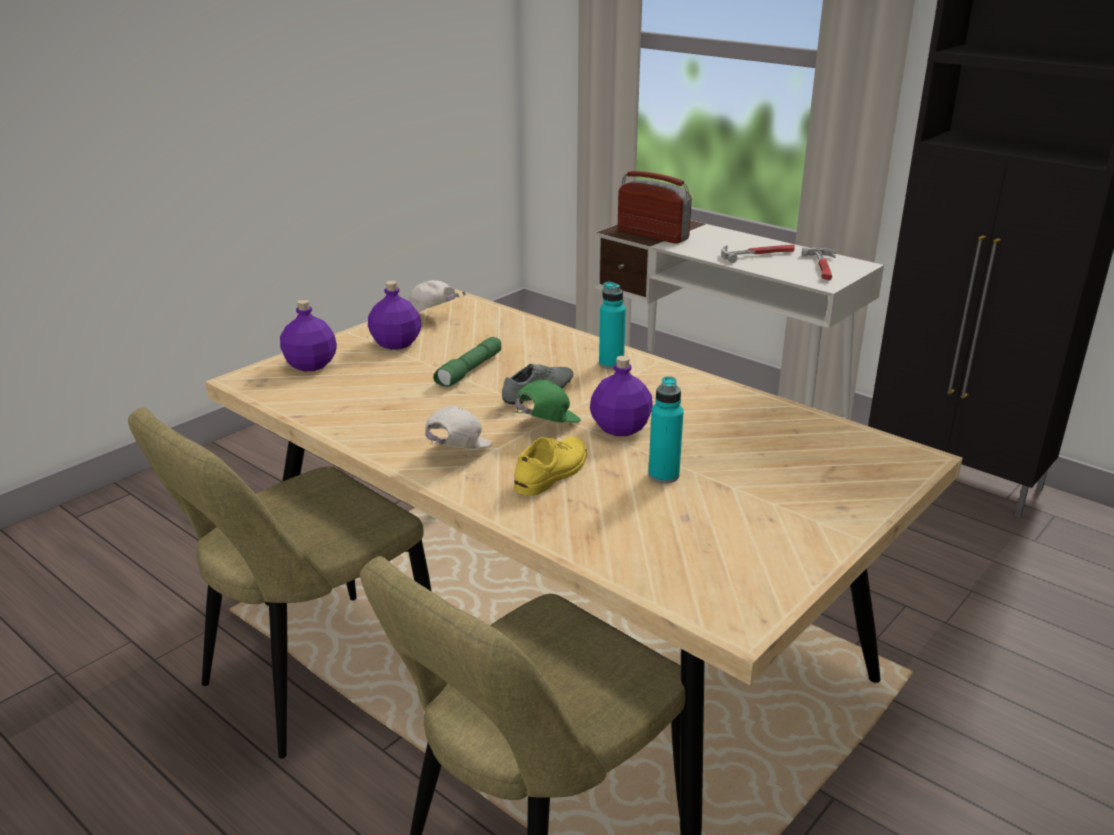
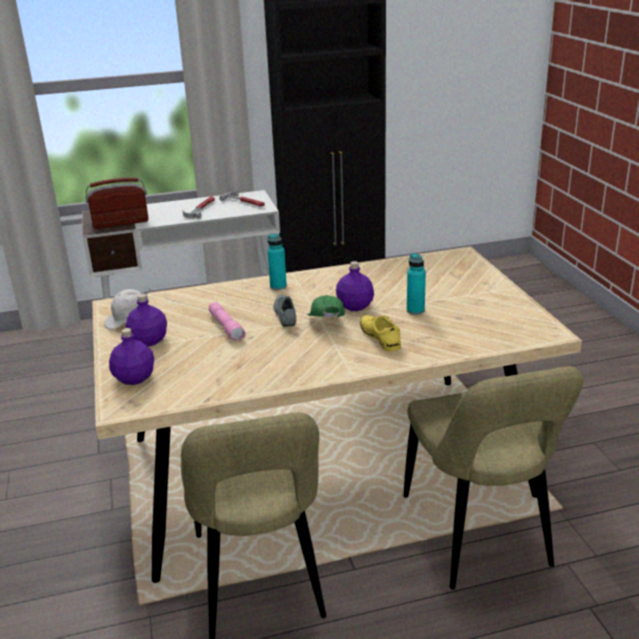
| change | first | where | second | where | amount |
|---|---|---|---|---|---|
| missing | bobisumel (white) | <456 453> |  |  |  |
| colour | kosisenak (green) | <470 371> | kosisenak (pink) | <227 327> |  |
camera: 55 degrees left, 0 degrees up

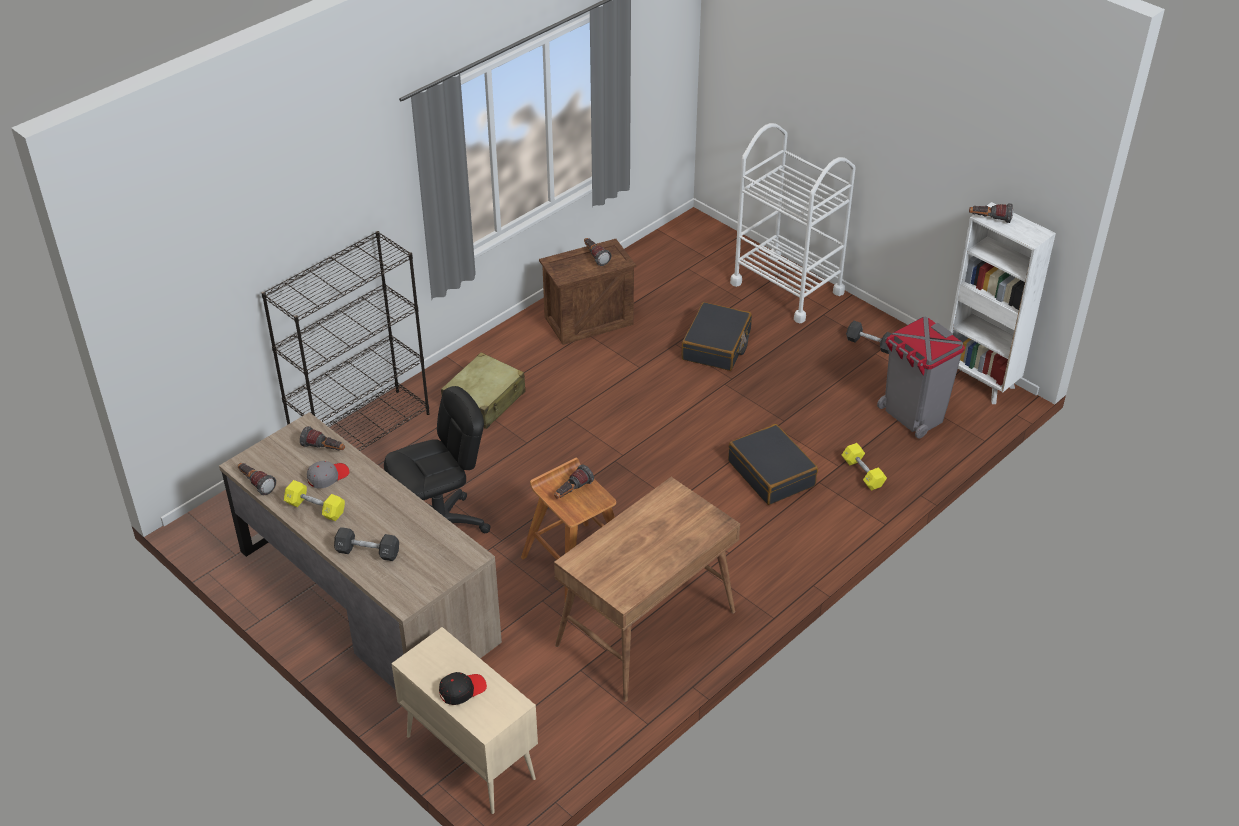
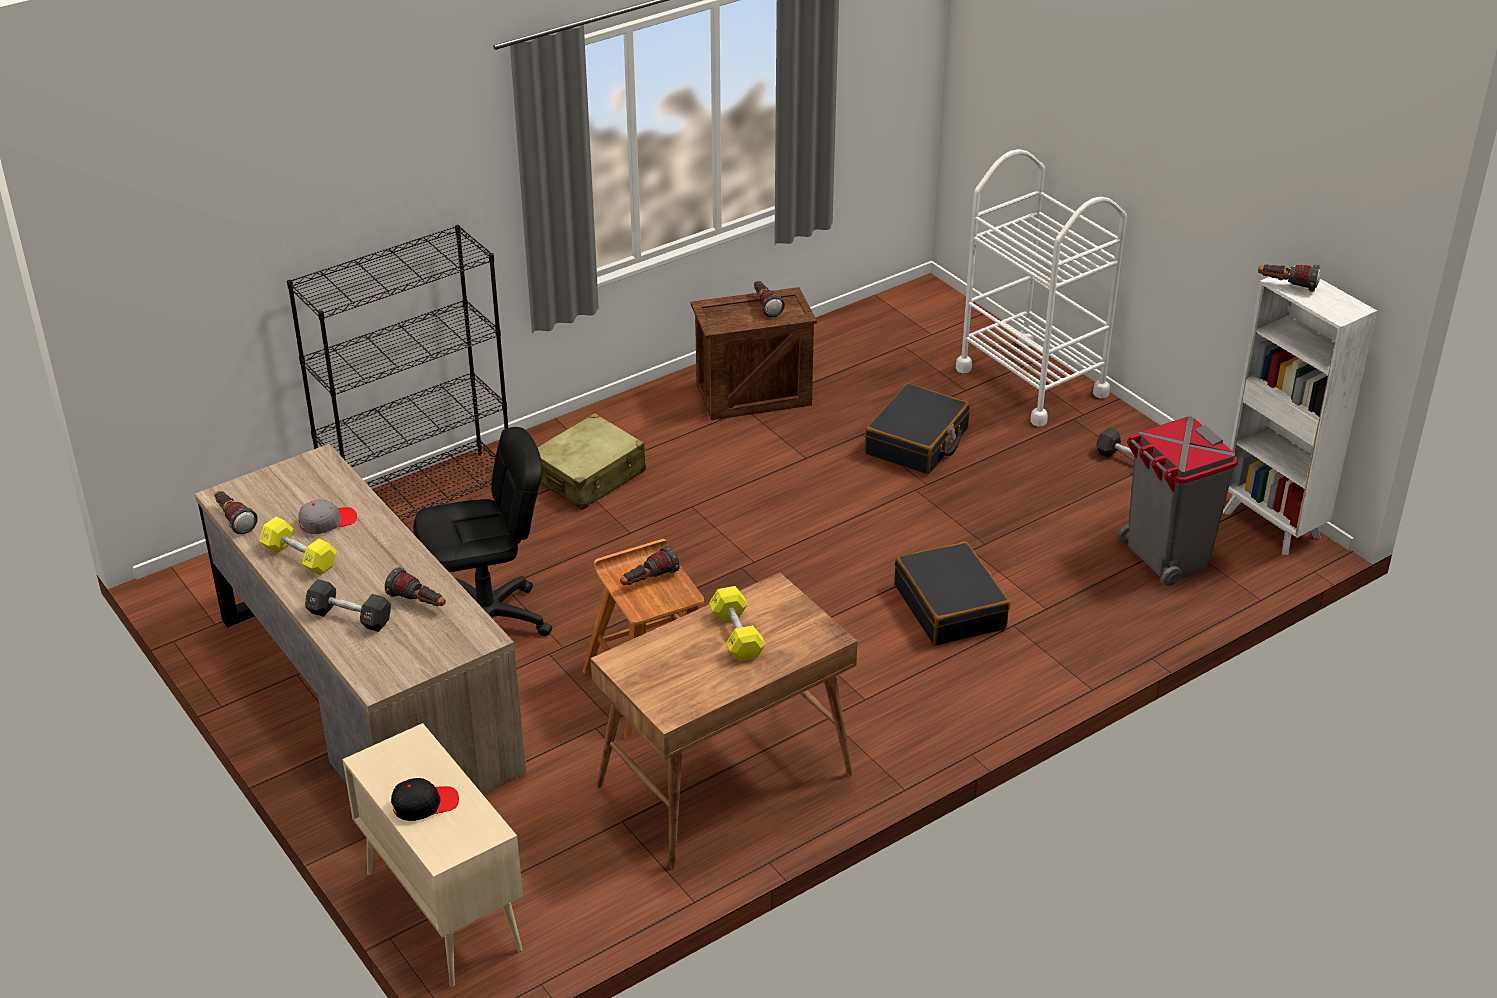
| change | first | where | second | where | amount |
|---|---|---|---|---|---|
| relocated | kosisenak | <324 449> |  | <419 603> |  |
| relocated | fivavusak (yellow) | <863 473> |  | <737 635> |  |
camera: 10 degrees right, 5 degrees down

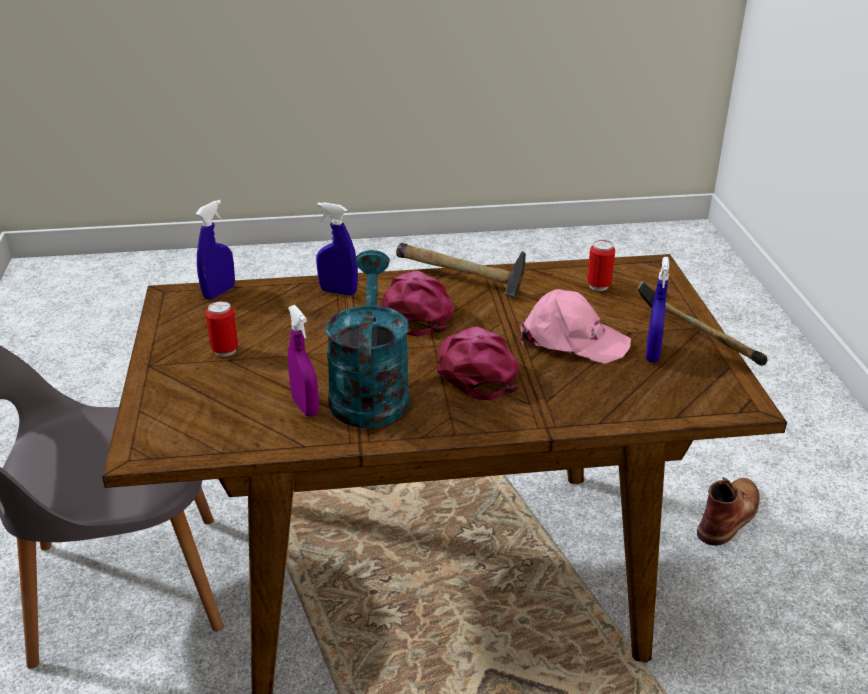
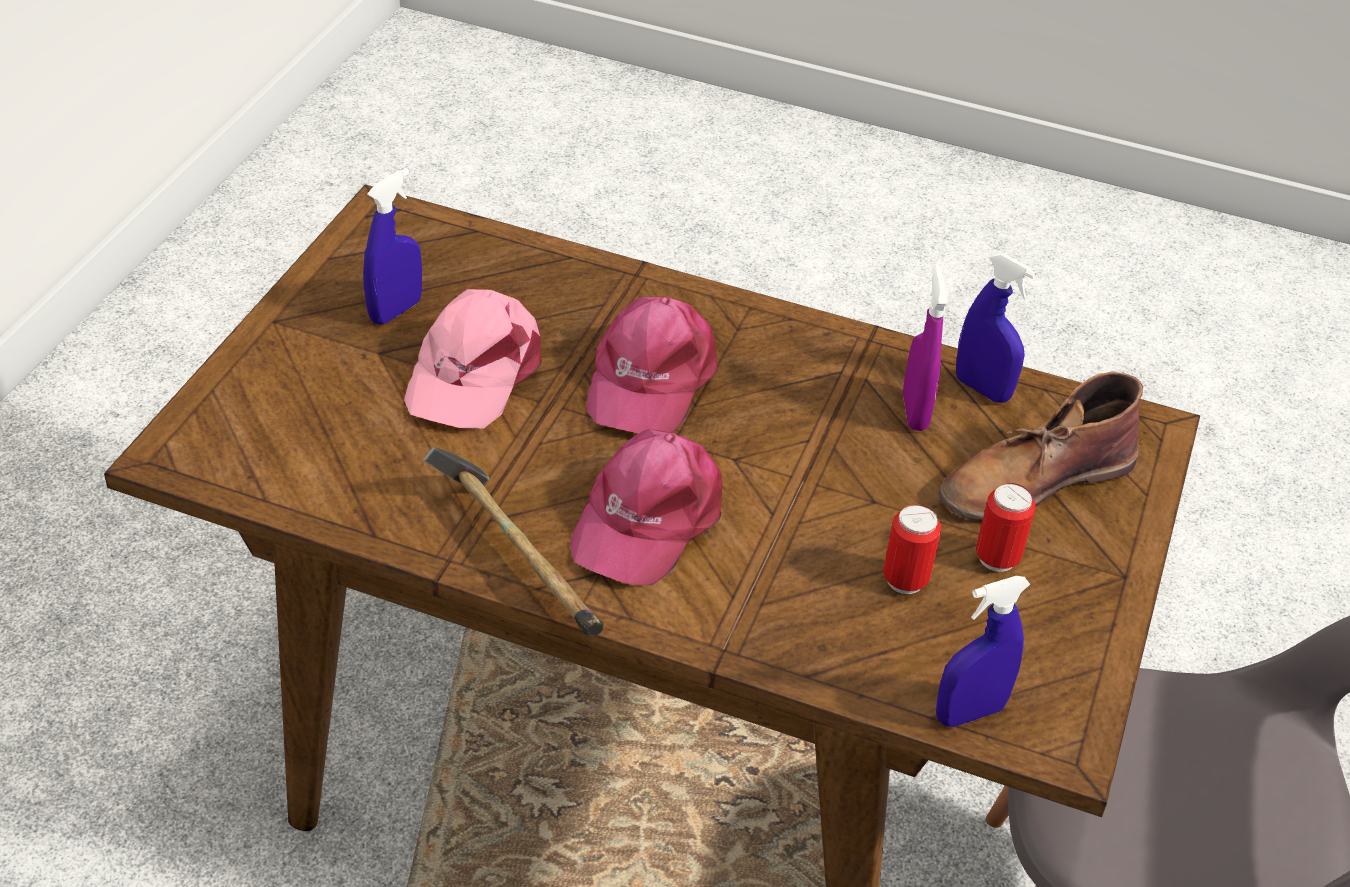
| change | first | where | second | where | amount |
|---|---|---|---|---|---|
| missing | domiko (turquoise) | <369 390> |  |  |  |
| missing | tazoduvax | <695 339> |  |  |  |
| relocated | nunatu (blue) | <338 292> |  | <982 389> |  |
| relocated | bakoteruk | <598 286> |  | <905 580> |  |
| relocated | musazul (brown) | <729 514> |  | <1034 479> |  |
| spun | bobisumel (pink) | <572 340> |  | <474 372> | 120 degrees counterclockwise |
camera: 155 degrees left, 10 degrees up

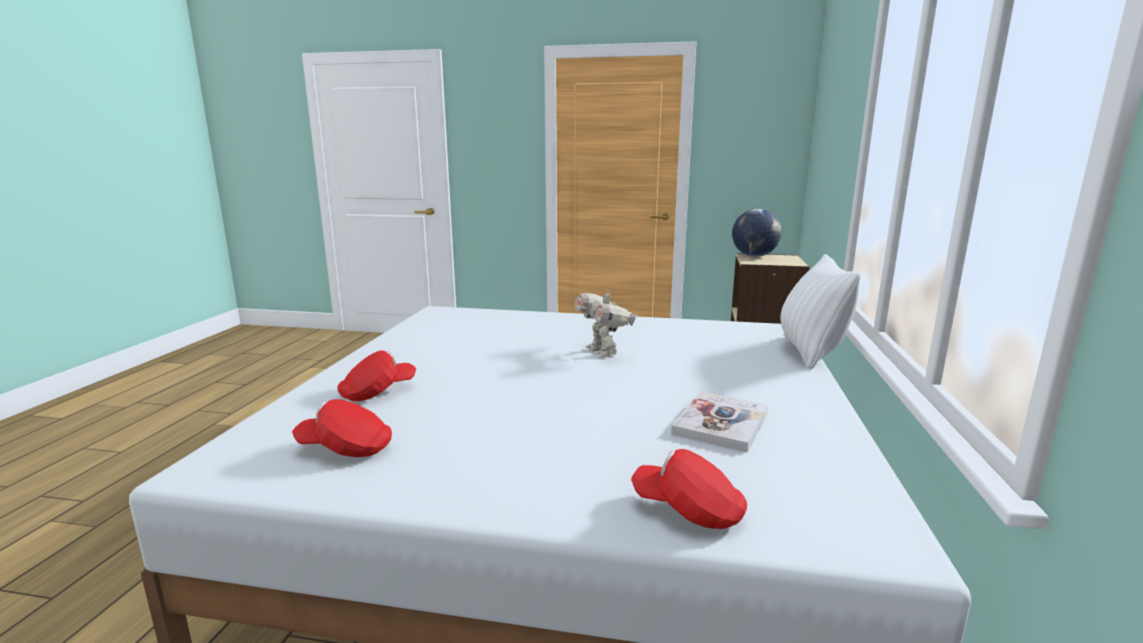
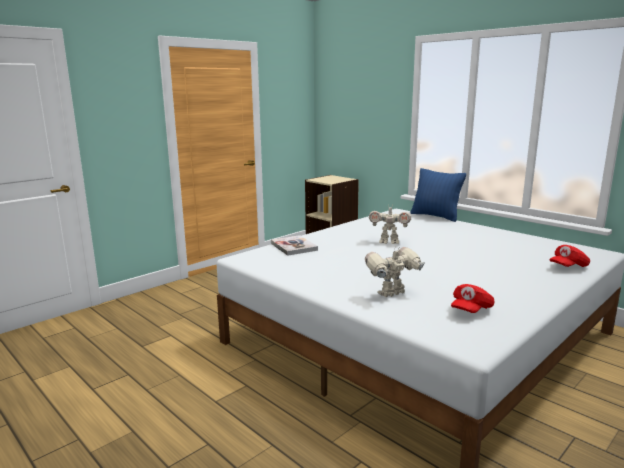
| change | first | where | second | where | amount |
|---|---|---|---|---|---|
| missing | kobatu | <754 256> |  |  |  |
| relocated | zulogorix | <721 423> |  | <293 247> |  |
| exchanged | bobisumel (red) | <377 392> | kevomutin | <392 294> |  |
| colour | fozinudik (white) | <810 352> | fozinudik (blue) | <435 216> |  |
camera: 55 degrees left, 0 degrees up

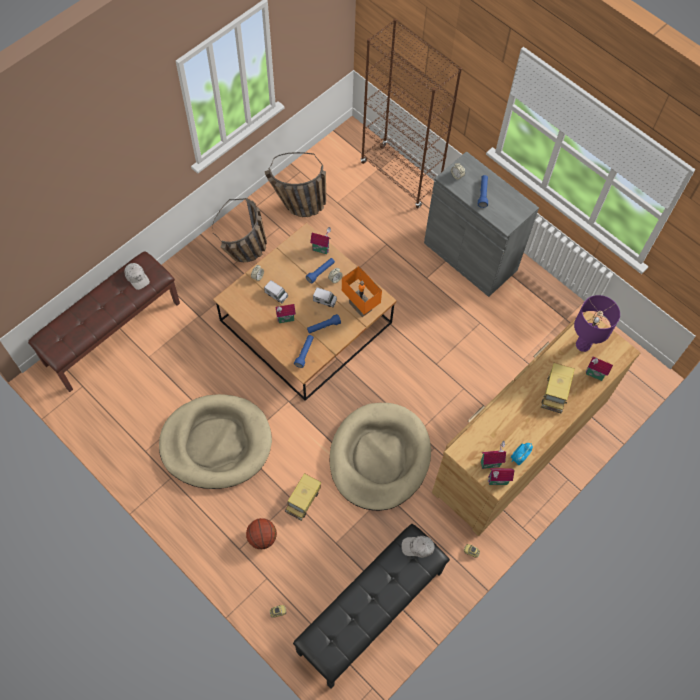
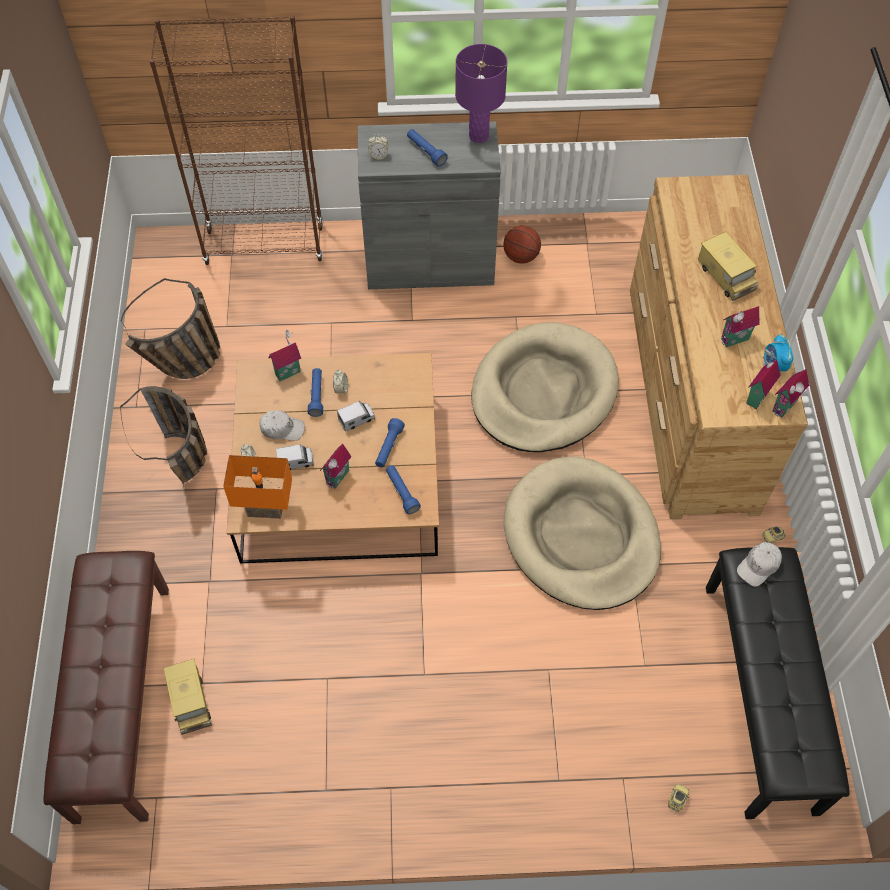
| change | first | where | second | where | amount |
|---|---|---|---|---|---|
| relocated | bobisumel (white) | <137 277> |  | <282 428> |  |
| relocated | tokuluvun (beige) | <216 443> |  | <543 392> |  |
| relocated | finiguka | <262 537> |  | <521 256> |  |
| relocated | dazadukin | <303 500> |  | <191 701> |  |
| relocated | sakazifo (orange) | <361 306> |  | <266 506> |  |
| relocated | sakazifo (purple) | <582 345> |  | <478 136> |  |
| relocated | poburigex | <594 375> |  | <735 340> |  |
camera: 45 degrees left, 5 degrees down

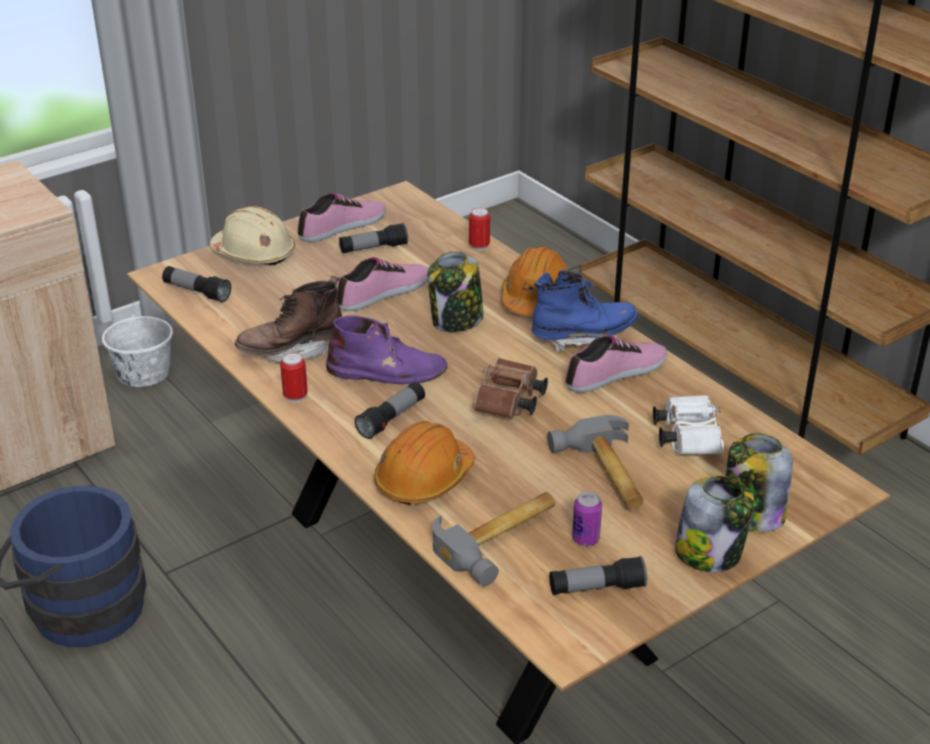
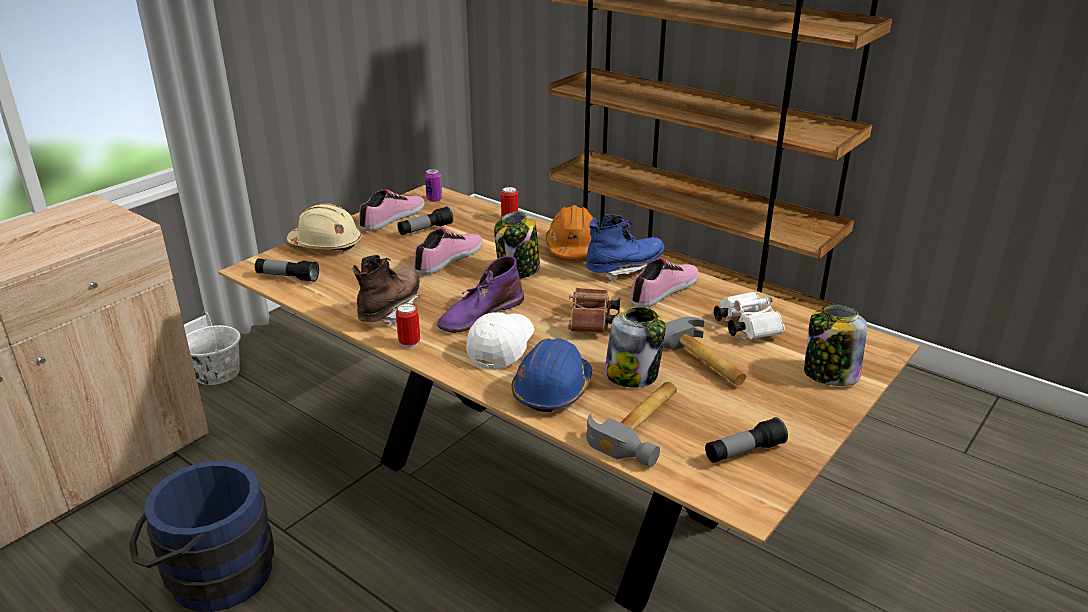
| change | first | where | second | where | amount |
|---|---|---|---|---|---|
| relocated | bakoteruk | <585 538> |  | <434 199> |  |
| relocated | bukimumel | <709 553> |  | <632 374> |  |
| exchanged | kosisenak | <392 419> | bobisumel (white) | <501 348> |  |
| colour | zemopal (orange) | <424 479> | zemopal (blue) | <552 390> |  |
| spun | musazul (brown) | <292 350> |  | <390 309> | 150 degrees clockwise |
| spun | musazul (purple) | <387 371> |  | <480 313> | 150 degrees clockwise |
camera: 15 degrees left, 5 degrees down

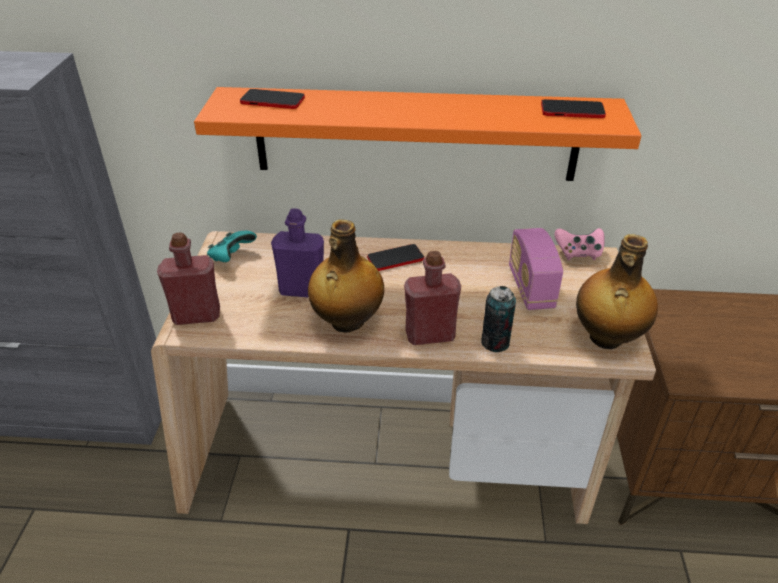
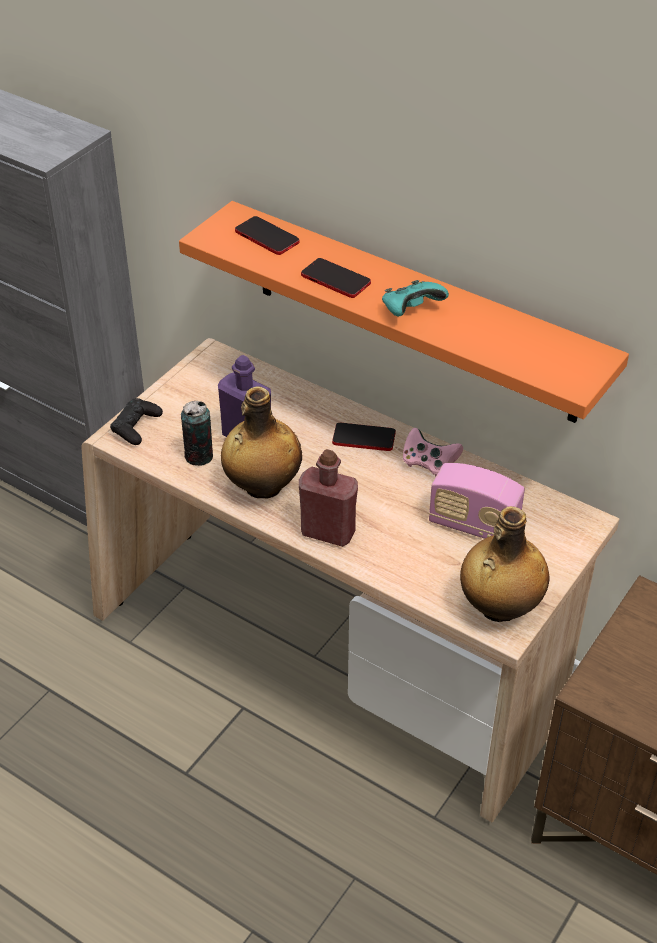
| change | first | where | second | where | amount |
|---|---|---|---|---|---|
| relocated | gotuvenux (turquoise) | <232 256> |  | <411 311> |  |
| relocated | bakoteruk | <495 343> |  | <199 456> |  |
| relocated | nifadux | <572 110> |  | <335 279> |  |
| relocated | gotuvenux (pink) | <578 253> |  | <428 463> |  |
| exchanged | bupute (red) | <197 315> | gotuvenux (black) | <136 426> |  |
| spun | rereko | <530 288> |  | <473 525> | 90 degrees counterclockwise |
camera: 30 degrees right, 5 degrees up

